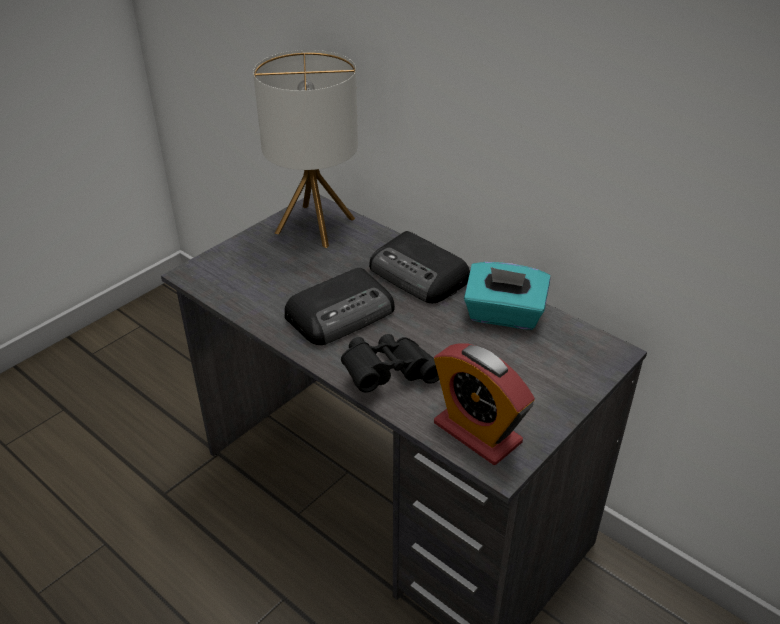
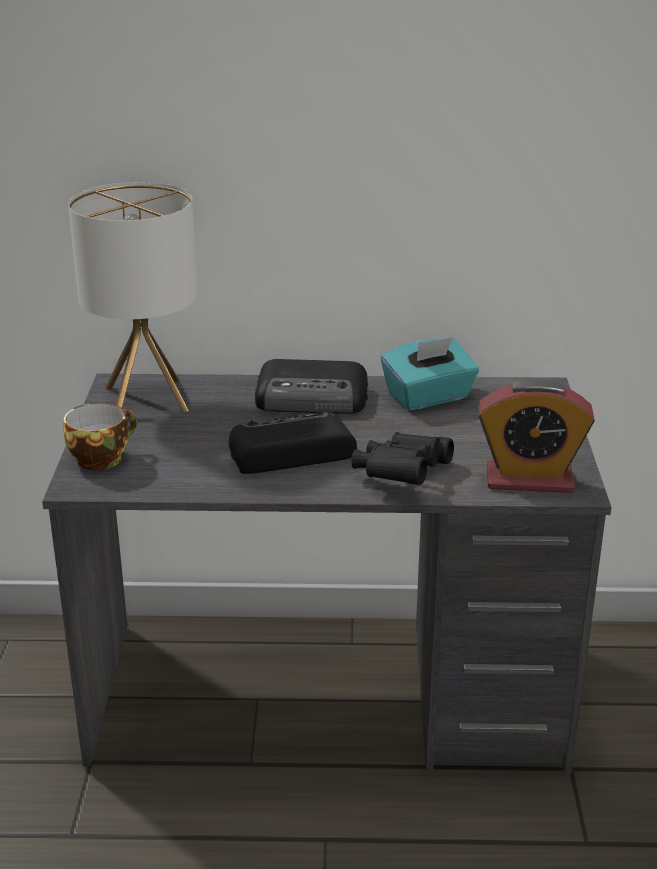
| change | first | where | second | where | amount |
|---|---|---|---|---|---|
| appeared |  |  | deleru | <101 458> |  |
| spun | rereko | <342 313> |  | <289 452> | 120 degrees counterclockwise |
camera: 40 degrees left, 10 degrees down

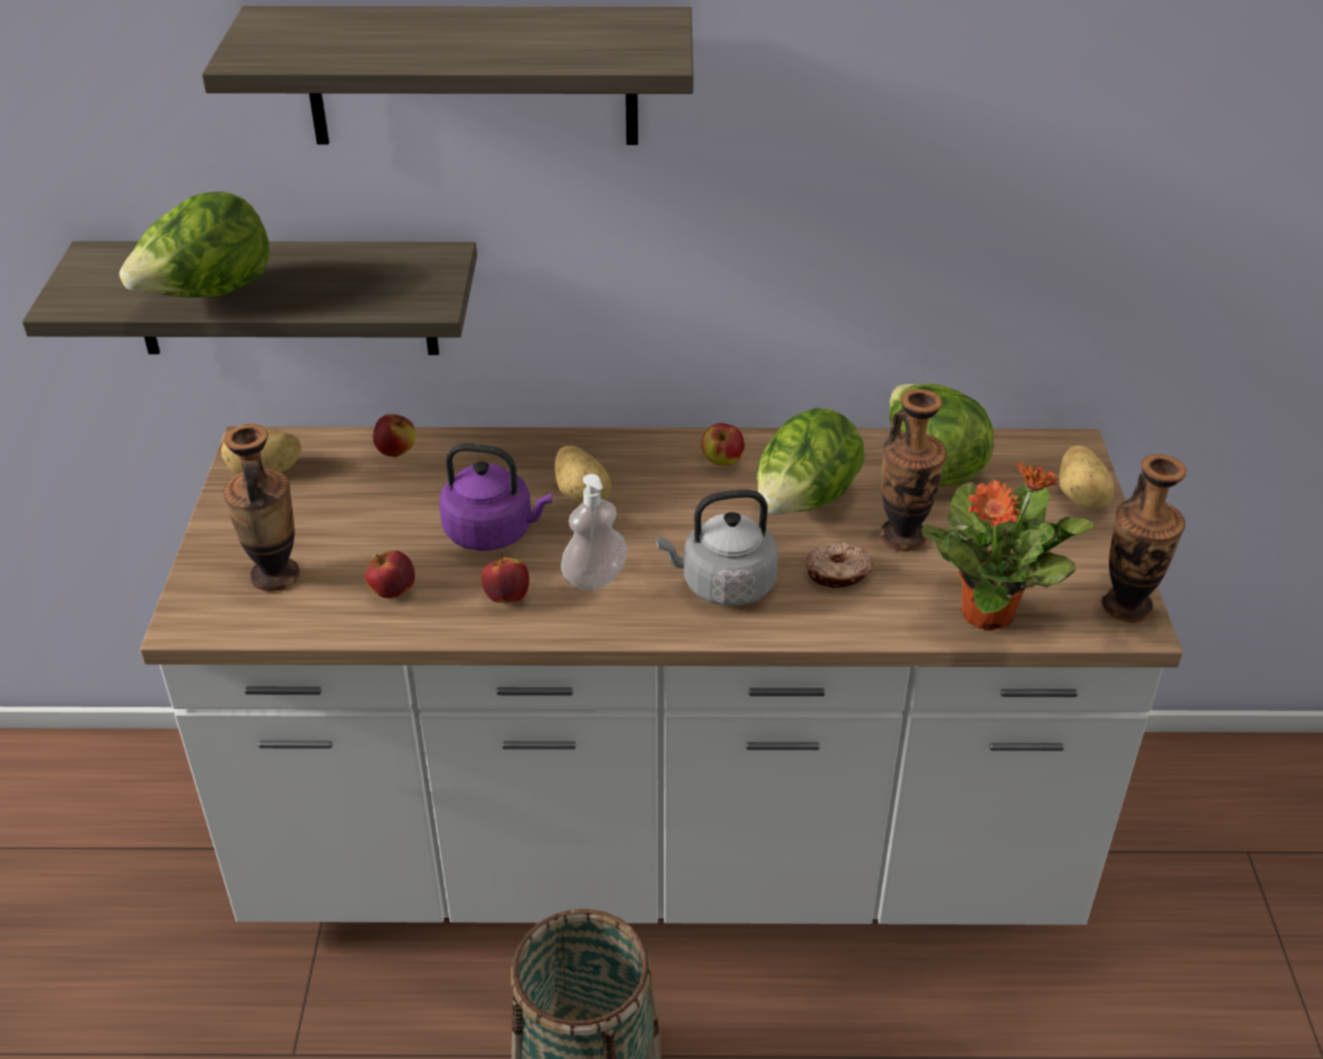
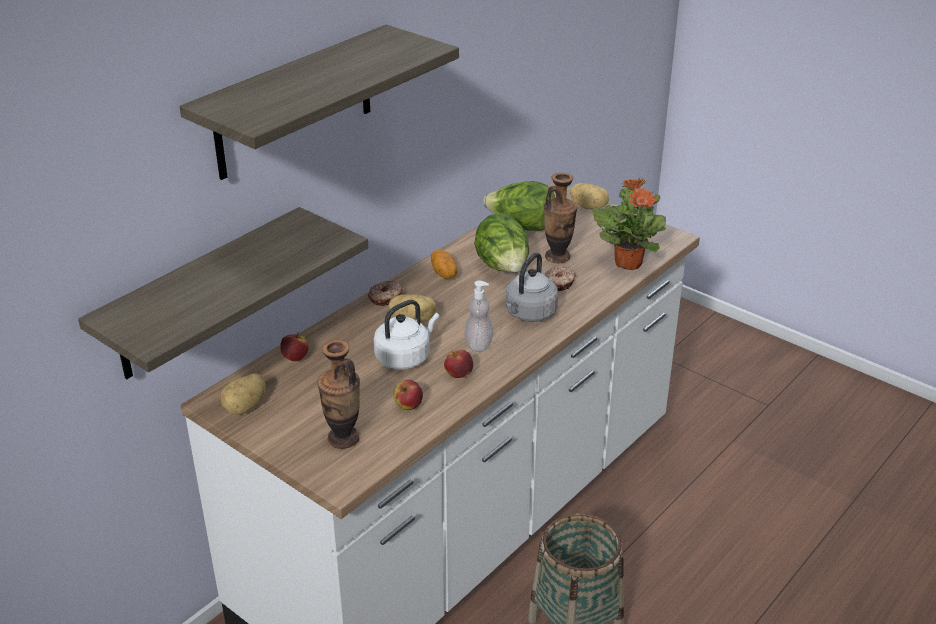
| change | first | where | second | where | amount |
|---|---|---|---|---|---|
| missing | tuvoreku | <208 295> |  |  |  |
| missing | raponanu | <1126 606> |  |  |  |
| appeared |  |  | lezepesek | <386 298> |  |
| exchanged | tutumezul | <722 461> | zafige | <444 273> |  |
| colour | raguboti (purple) | <493 533> | raguboti (white) | <405 357> |  |
camera: 50 degrees left, 5 degrees down

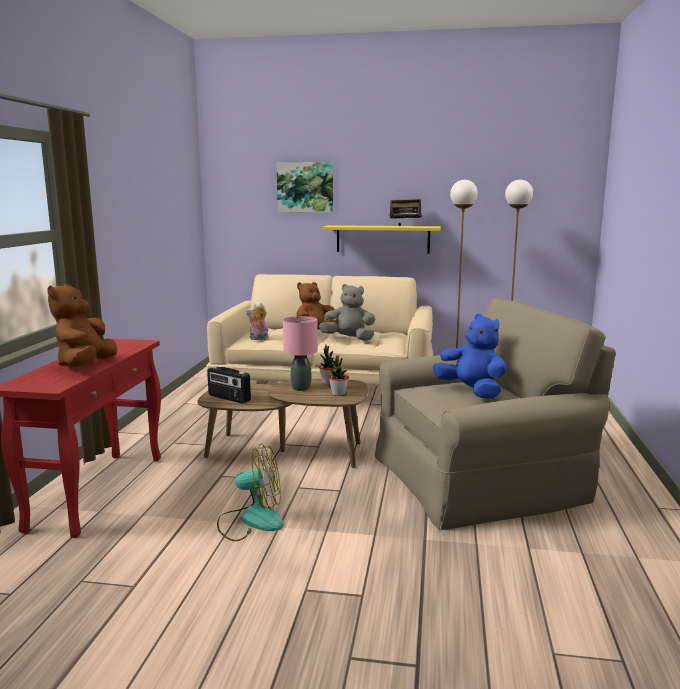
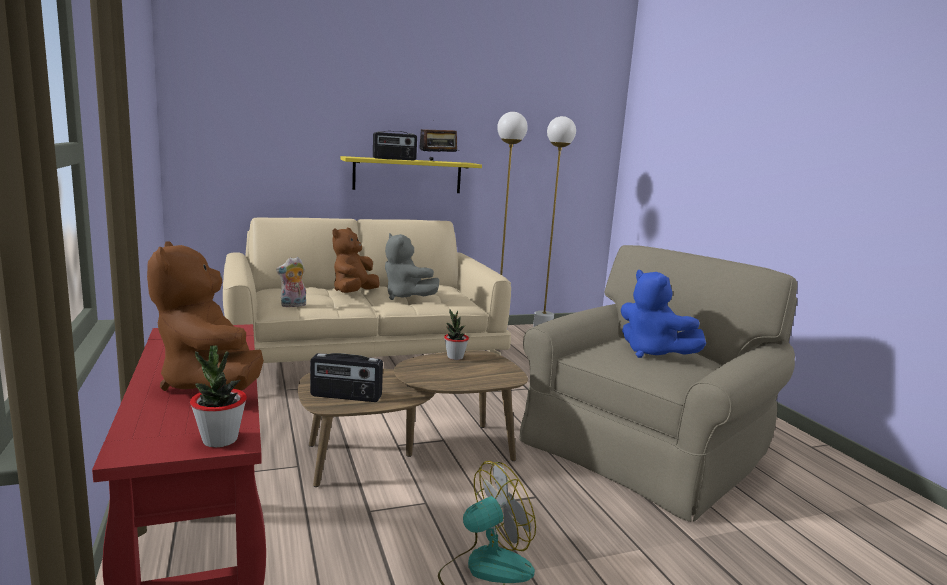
| change | first | where | second | where | amount |
|---|---|---|---|---|---|
| missing | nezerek | <305 187> |  |  |  |
| missing | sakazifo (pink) | <301 388> |  |  |  |
| appeared |  |  | rereko | <394 159> |  |
| relocated | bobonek | <338 393> |  | <220 440> |  |
| spun | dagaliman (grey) | <349 339> |  | <406 297> | 120 degrees counterclockwise |
| spun | dagaliman (blue) | <471 391> |  | <652 353> | 150 degrees counterclockwise |
camera: 30 degrees left, 0 degrees up

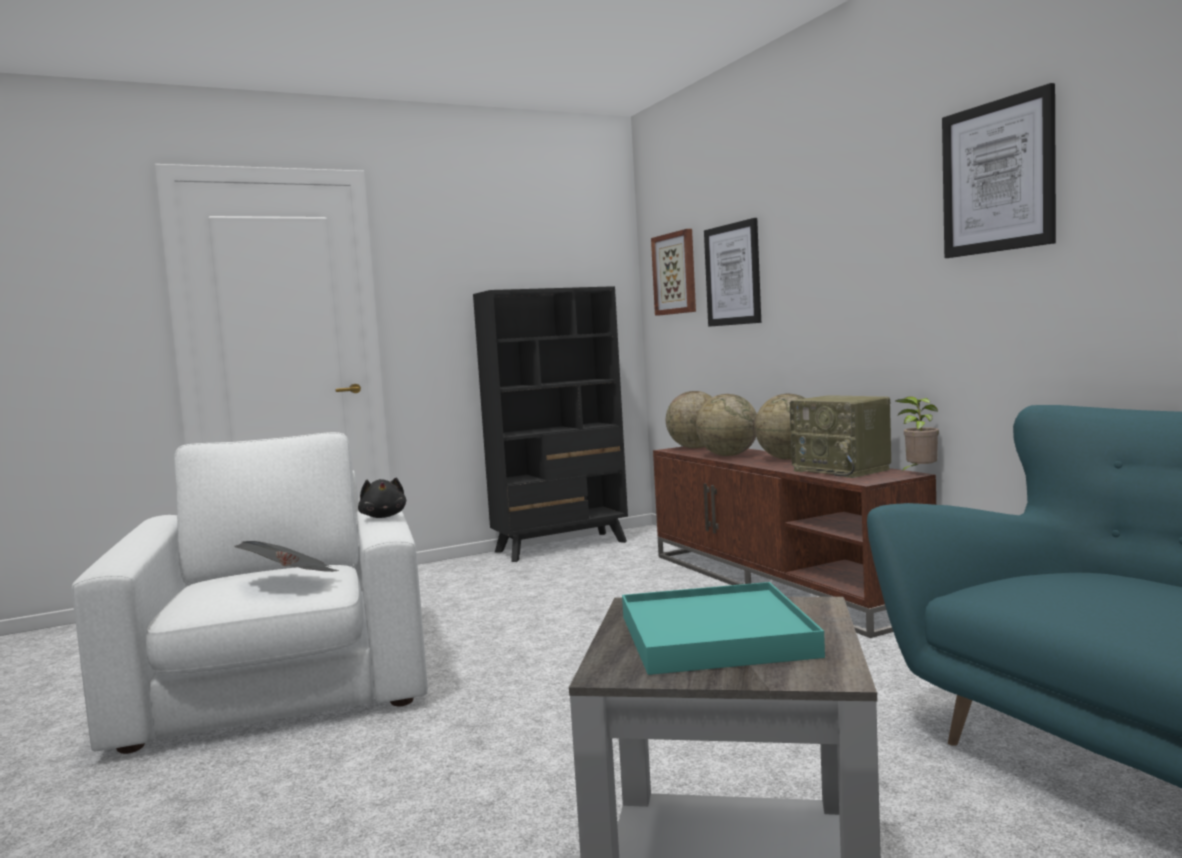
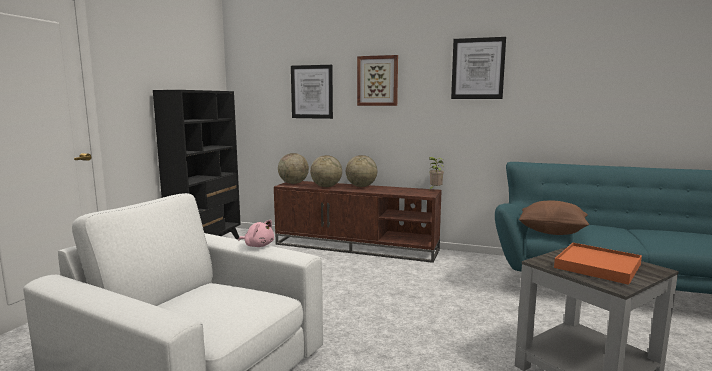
| change | first | where | second | where | amount |
|---|---|---|---|---|---|
| missing | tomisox | <292 583> |  |  |  |
| missing | rereko | <843 470> |  |  |  |
| appeared |  |  | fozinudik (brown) | <552 232> |  |
| relocated | nezerek | <675 273> |  | <377 81> |  |
| colour | dagaliman (black) | <383 516> | dagaliman (pink) | <258 245> |  |
| colour | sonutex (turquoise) | <715 636> | sonutex (orange) | <597 266> |  |
camera: 45 degrees left, 5 degrees up

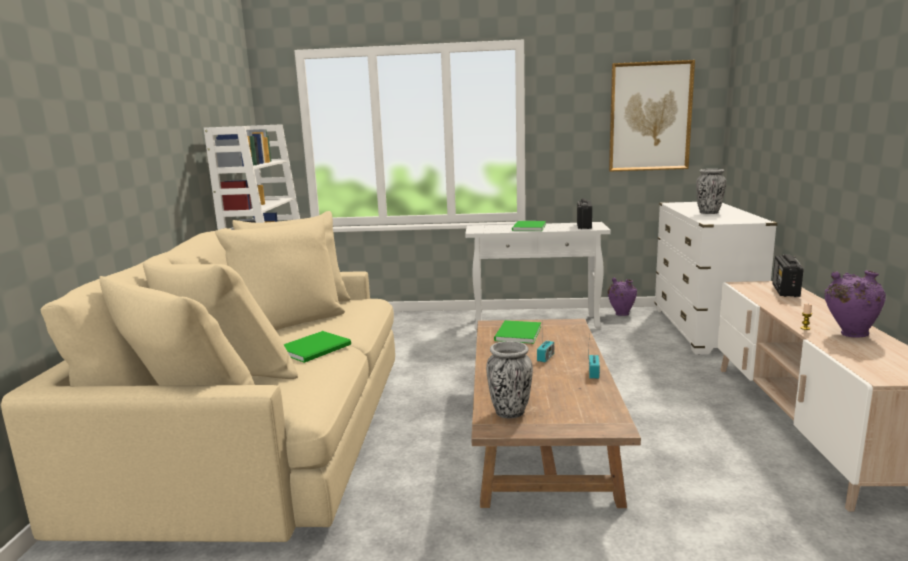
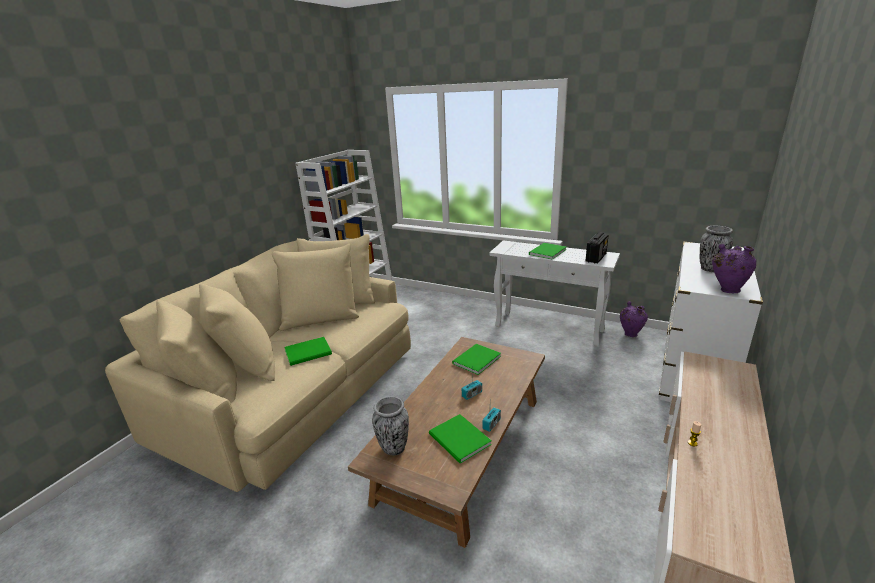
| change | first | where | second | where | amount |
|---|---|---|---|---|---|
| missing | nezerek | <650 117> |  |  |  |
| missing | rereko | <785 291> |  |  |  |
| appeared |  |  | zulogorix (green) | <459 441> |  |
| relocated | raponanu (purple) | <849 334> |  | <727 290> |  |
camera: 25 degrees right, 10 degrees up

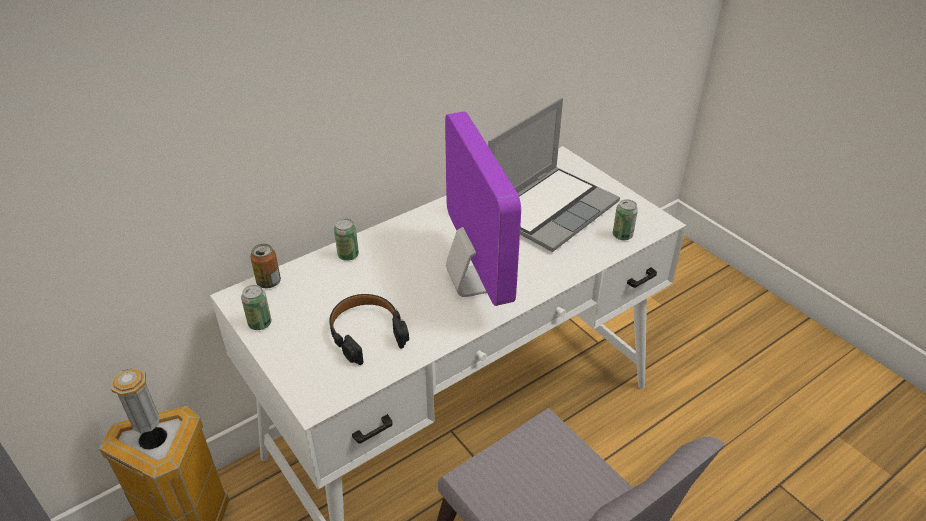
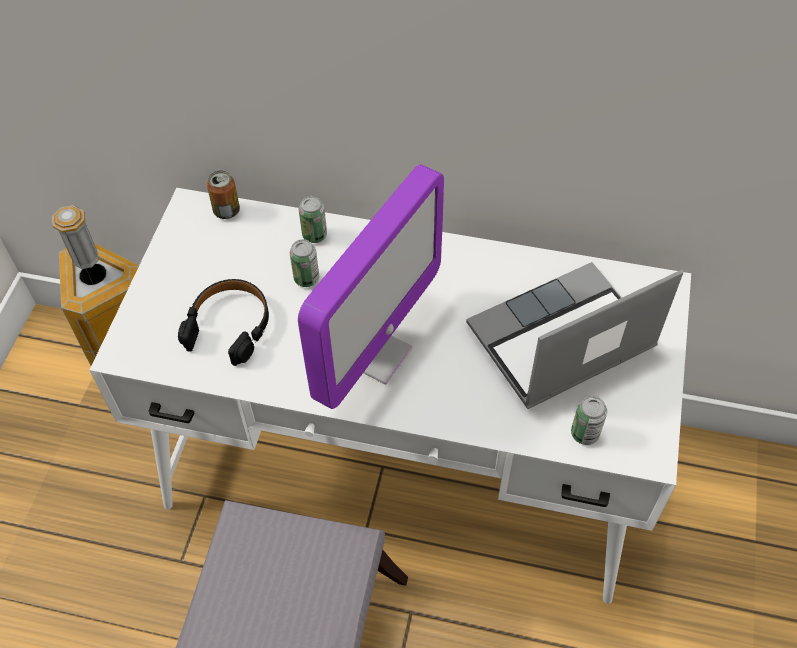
| change | first | where | second | where | amount |
|---|---|---|---|---|---|
| relocated | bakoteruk | <260 323> |  | <306 278> |  |
| spun | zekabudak | <552 209> |  | <560 340> | 150 degrees clockwise |
camera: 50 degrees right, 15 degrees up

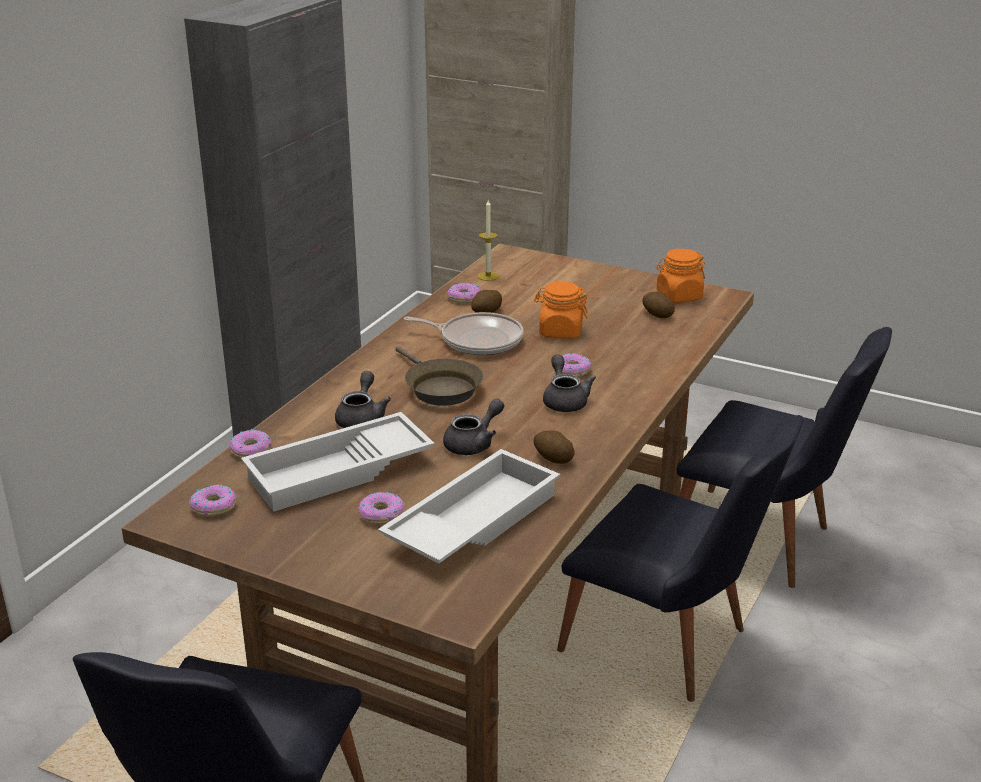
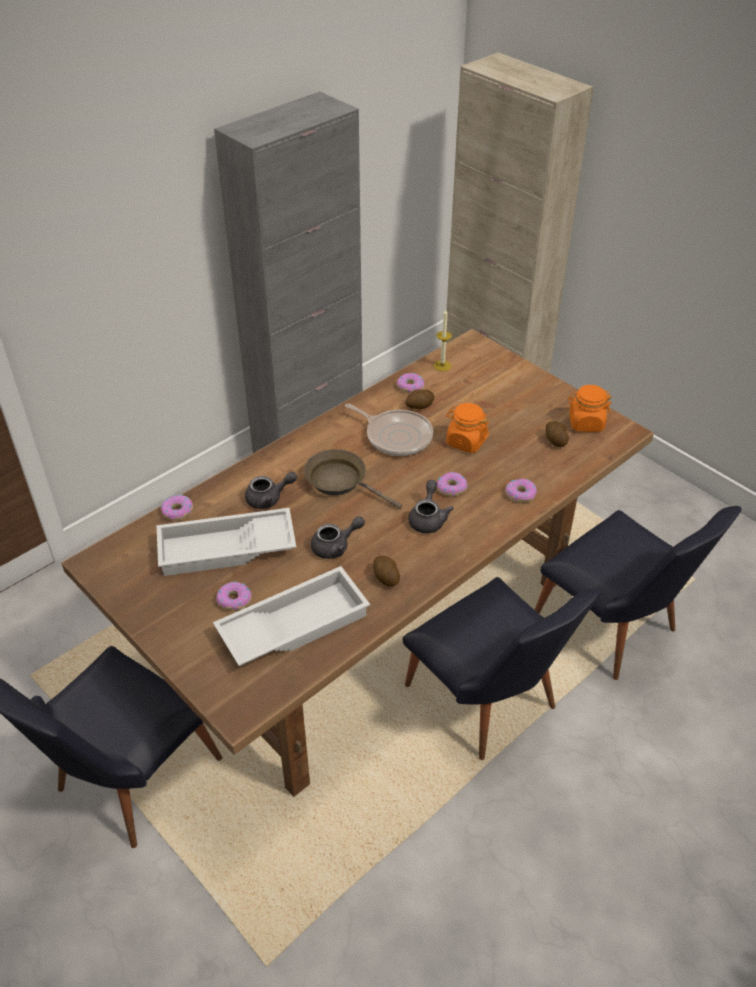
| change | first | where | second | where | amount |
|---|---|---|---|---|---|
| relocated | lezepesek | <213 506> |  | <520 494> |  |
| spun | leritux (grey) | <362 418> |  | <269 498> | 45 degrees clockwise |
| spun | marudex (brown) | <439 388> |  | <340 481> | 135 degrees clockwise |
camera: 20 degrees right, 15 degrees up

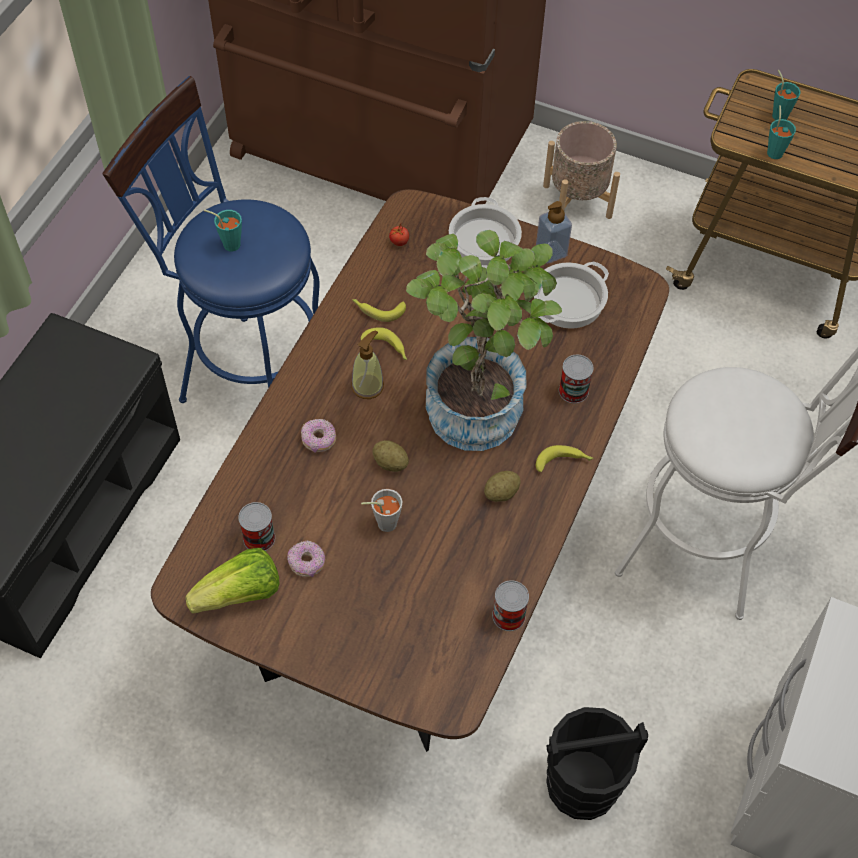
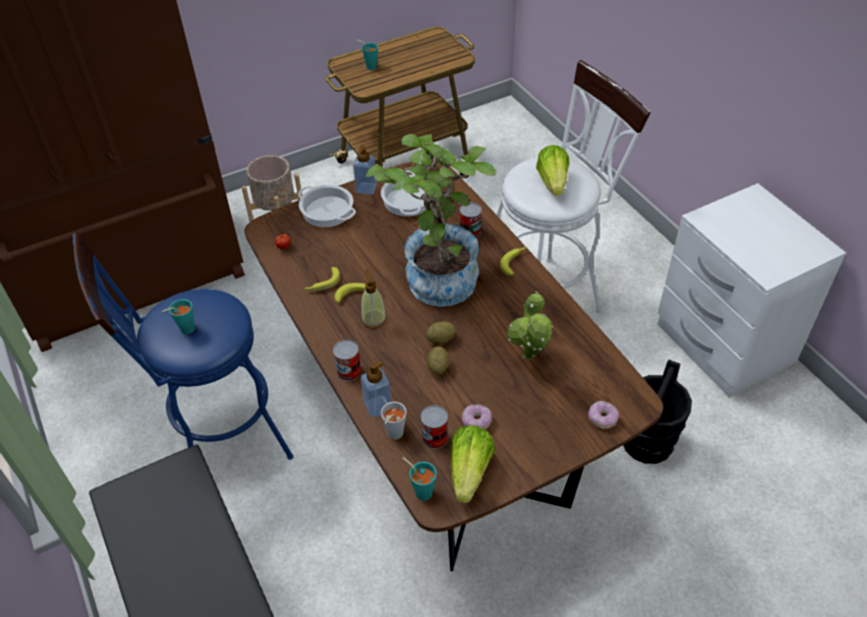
| change | first | where | second | where | amount |
|---|---|---|---|---|---|
| appeared |  |  | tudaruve | <378 406> |  |
| appeared |  |  | bobonek | <529 359> |  |
| appeared |  |  | tuvoreku | <553 182> |  |
| relocated | lezepesek | <319 440> |  | <602 419> |  |
| relocated | deleru (grey) | <382 523> |  | <393 435> |  |
| relocated | zafige | <501 493> |  | <438 367> |  |
| relocated | bakoteruk | <508 615> |  | <348 371> |  |
| relocated | deleru (turquoise) | <774 150> |  | <421 490> |  |
camera: 50 degrees left, 10 degrees down

